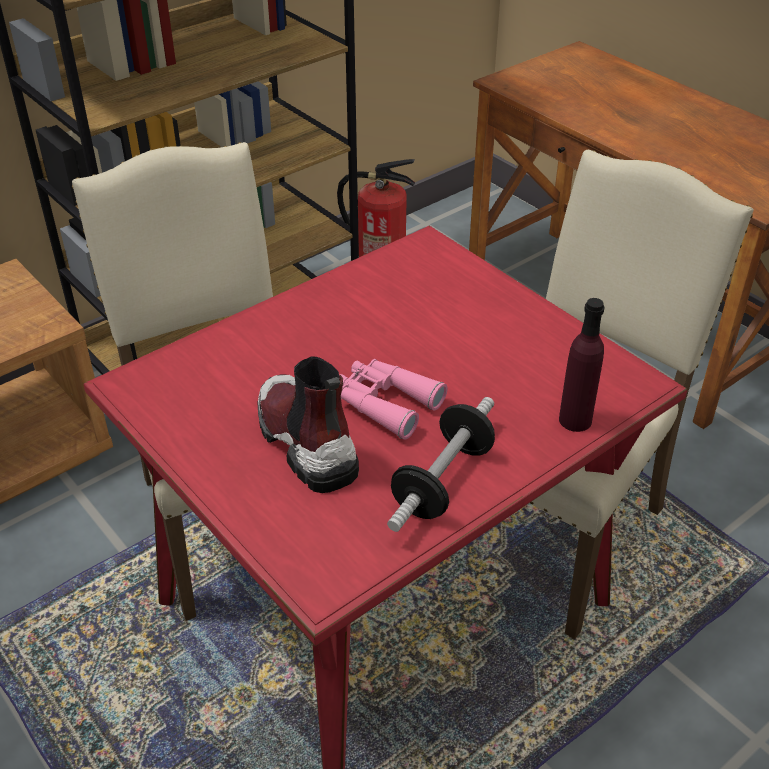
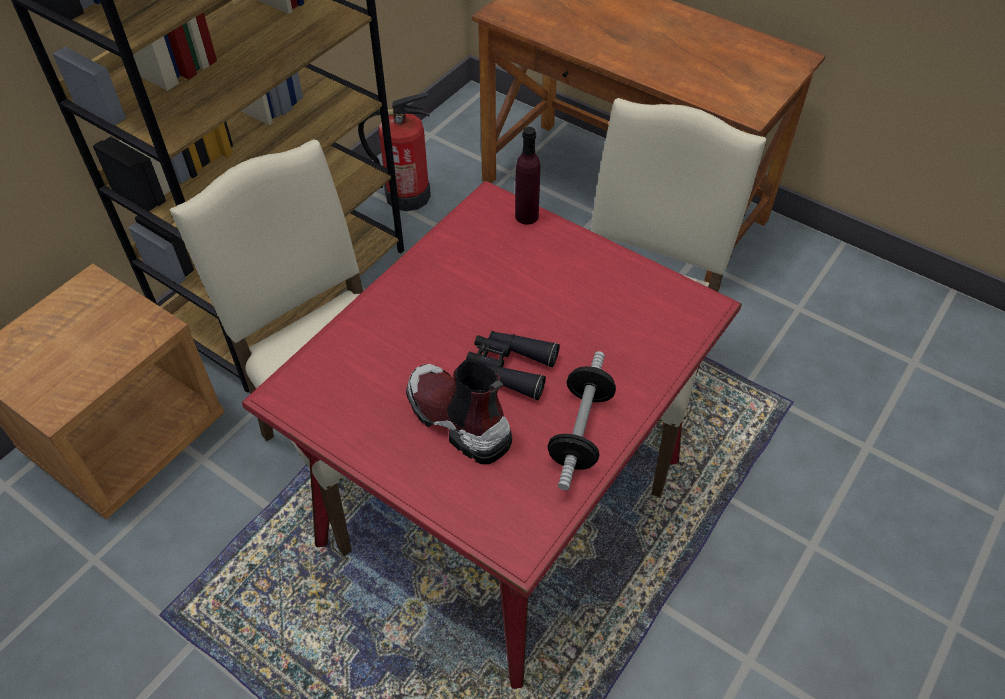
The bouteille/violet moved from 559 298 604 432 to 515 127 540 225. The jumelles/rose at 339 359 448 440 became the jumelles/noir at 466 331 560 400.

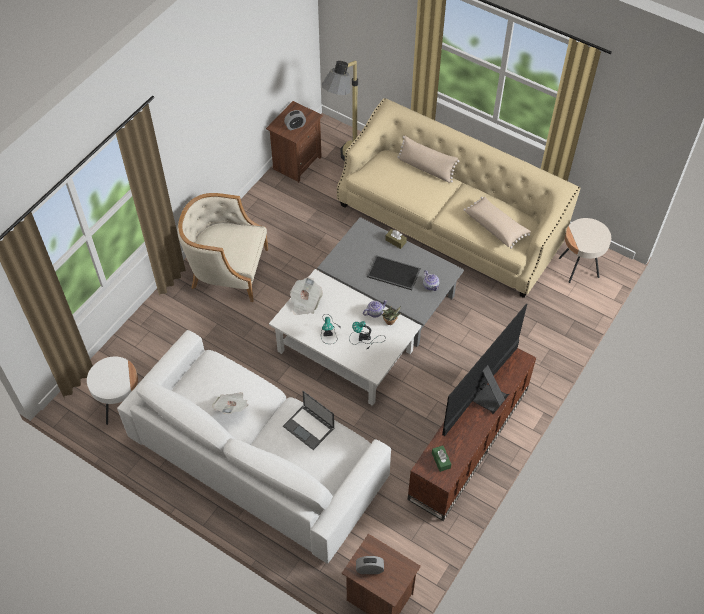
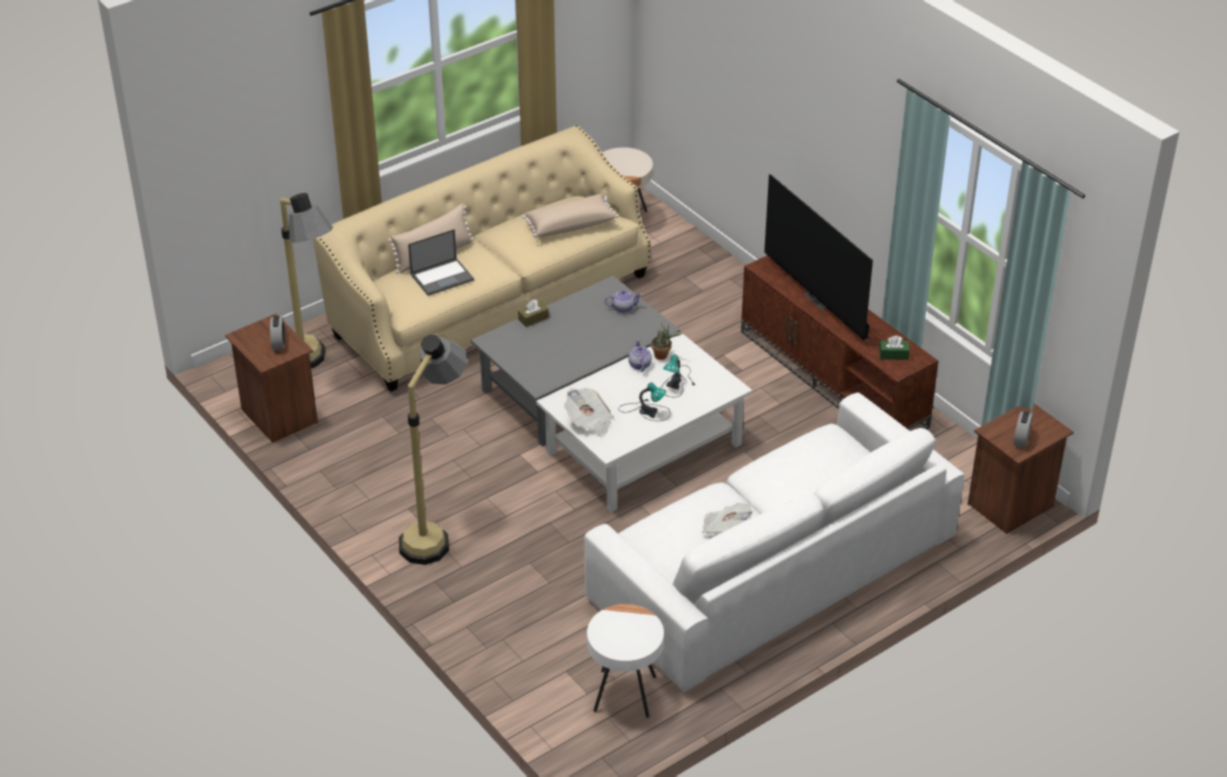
The fauteuil/beige at 177 193 268 302 was replaced by the lampadaire at 399 335 467 565. The plateau at 367 255 421 290 disappeared. The ordinateur portable moved from 283 391 334 450 to 408 229 474 296.

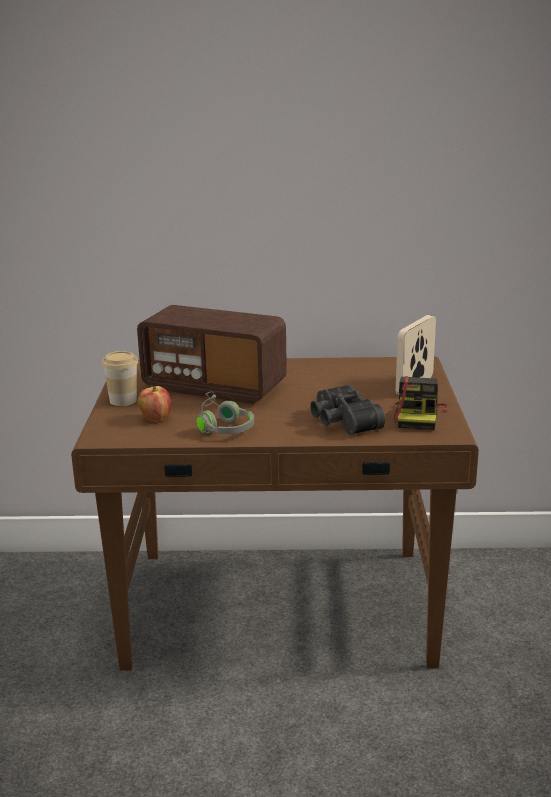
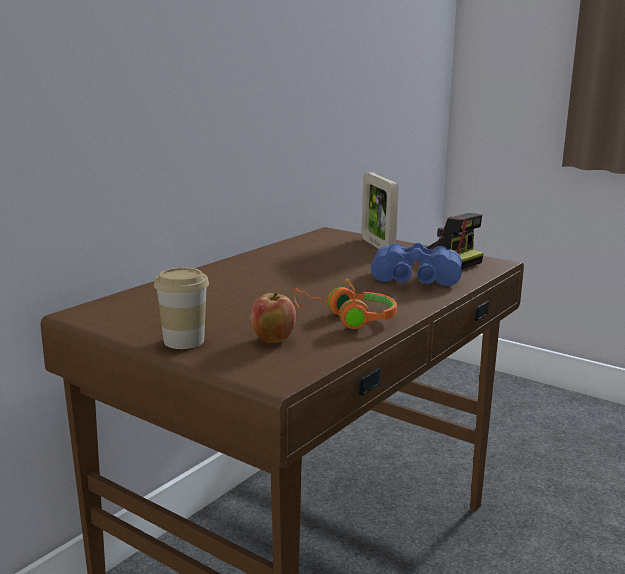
The radio at 137 305 287 404 disappeared. The jumelles/noir at 310 385 385 435 became the jumelles/bleu at 371 242 462 286. The casque audio/gris at 196 391 254 434 became the casque audio/orange at 294 279 397 329.

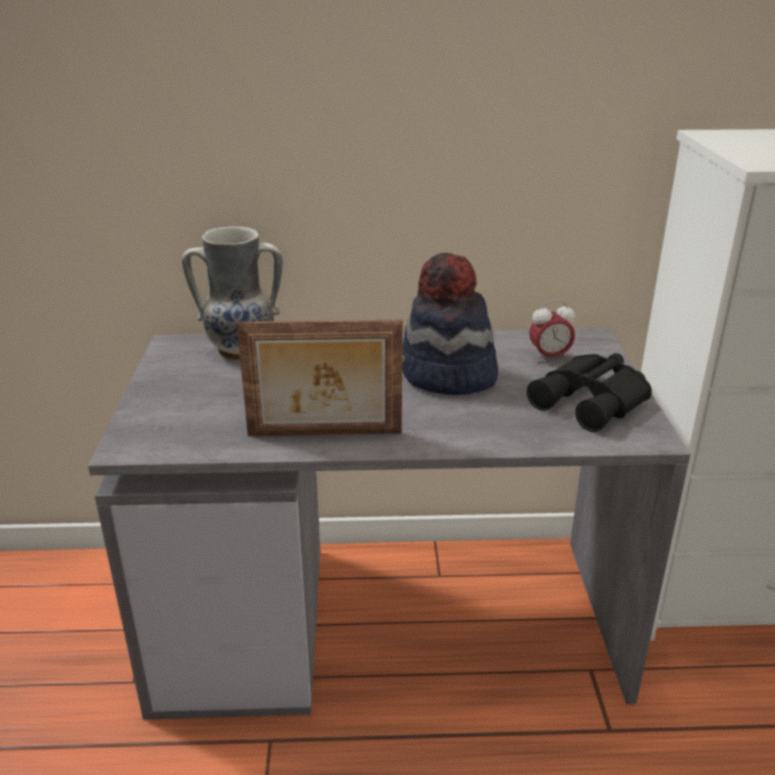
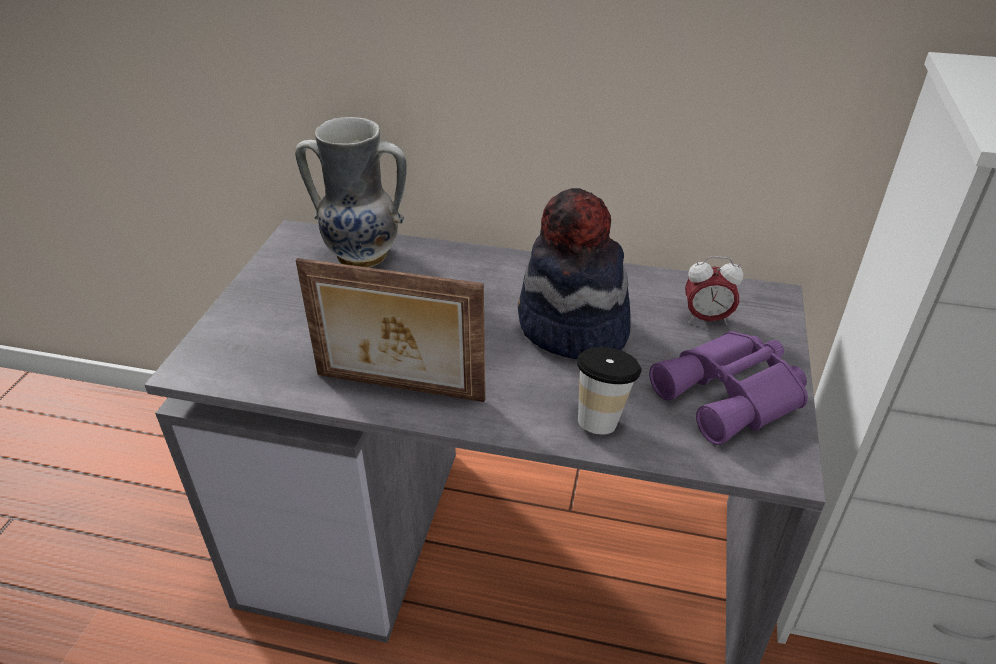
The jumelles/noir at 527 353 652 432 became the jumelles/violet at 649 331 808 445. The tasse at 577 347 641 434 appeared.

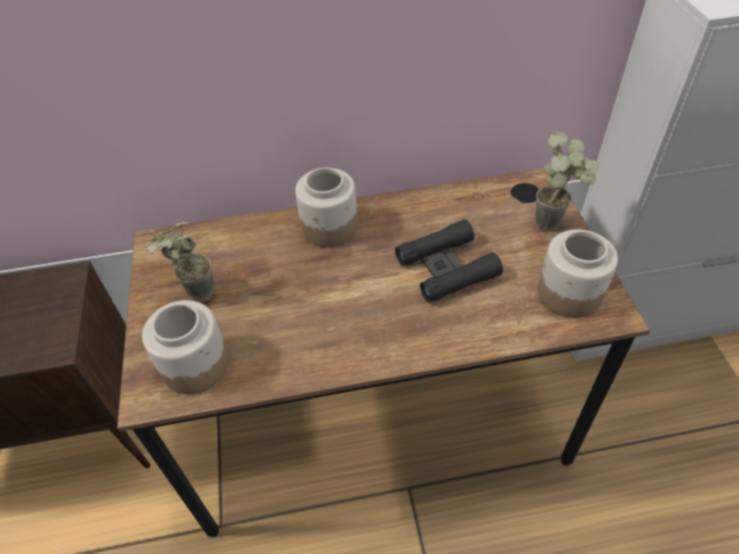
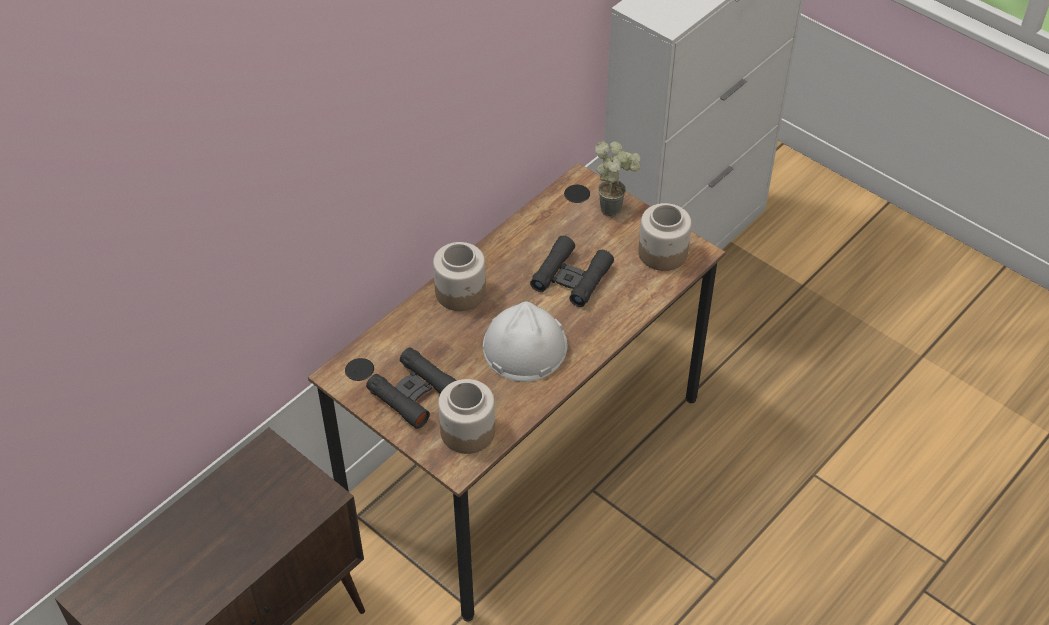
The plante en pot at 141 222 215 302 was replaced by the jumelles/noir at 366 348 457 429. The casque de chantier/blanc at 483 301 567 382 appeared.

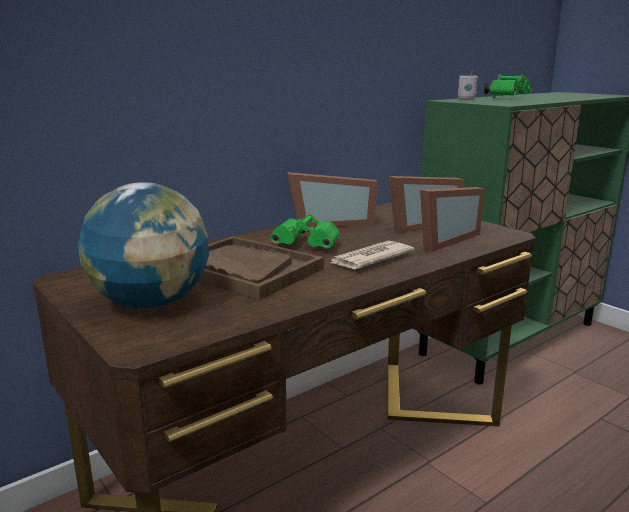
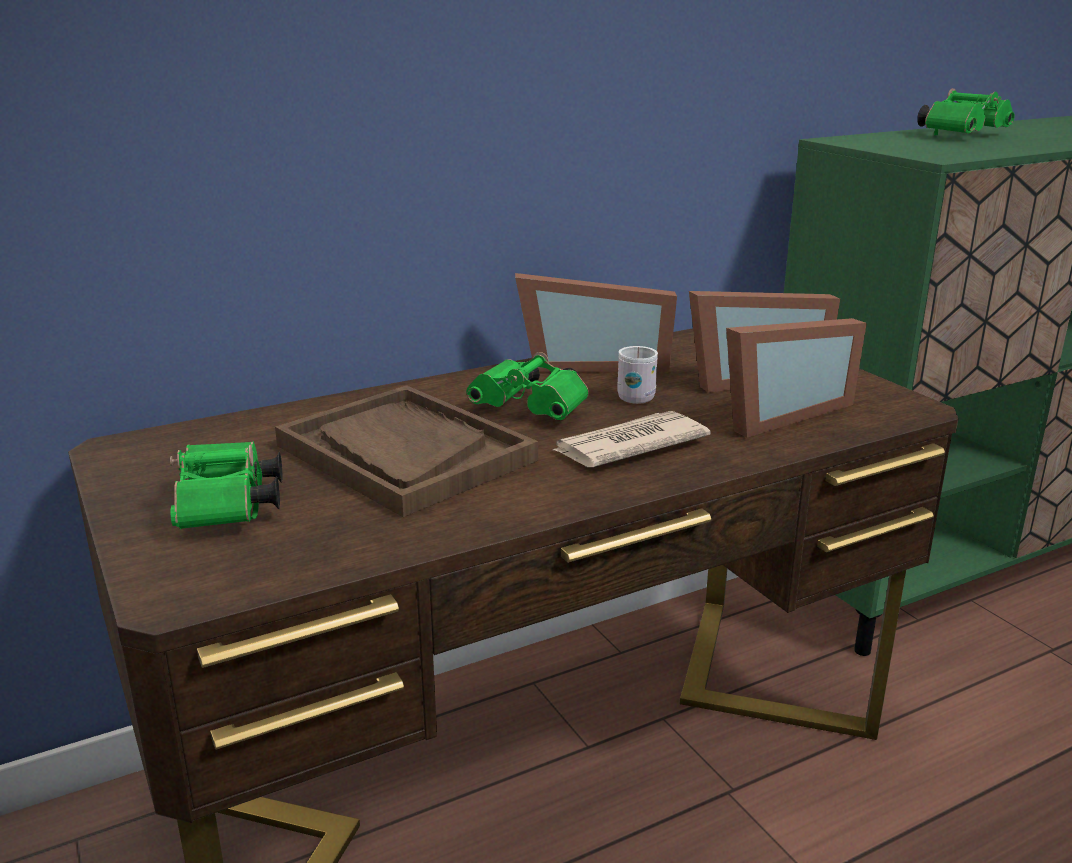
The mug/blanc moved from 458 70 477 100 to 617 346 658 404. The globe at 78 182 209 308 was replaced by the jumelles/vert at 170 442 283 529.

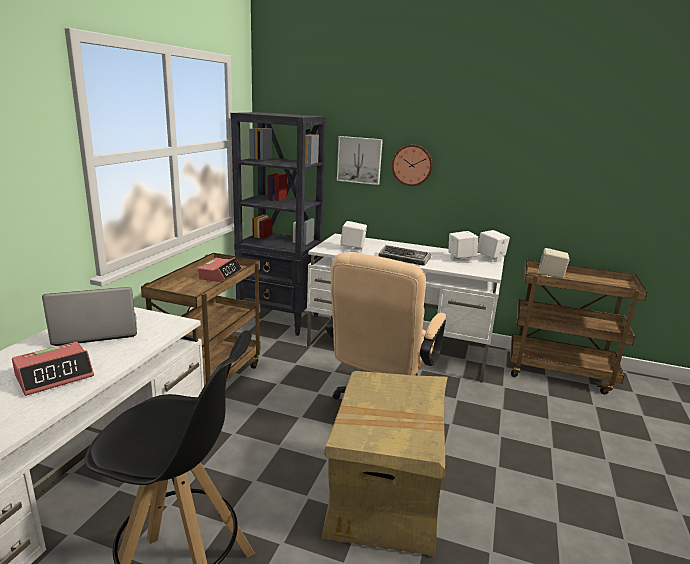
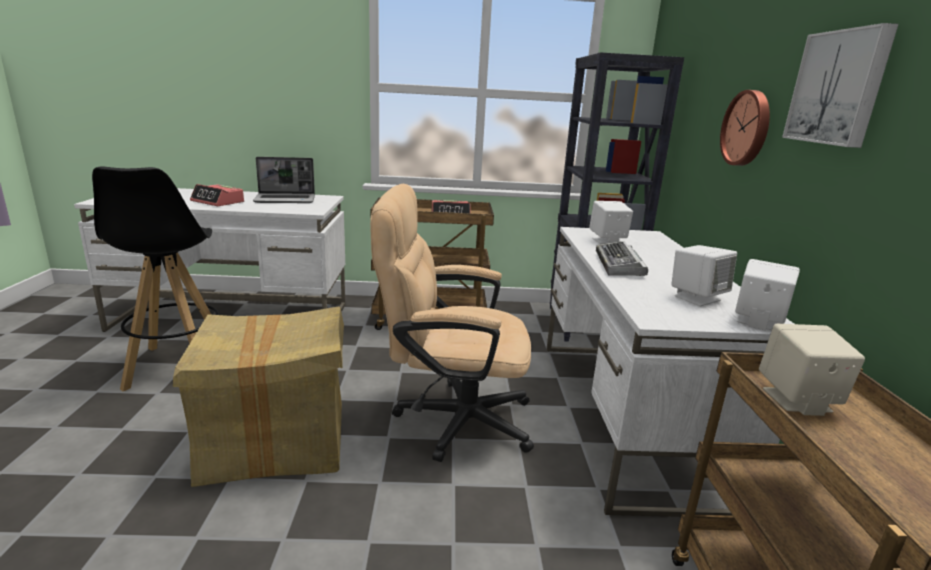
The tableau moved from 337 136 383 185 to 782 23 899 148. The ordinateur portable at 42 287 137 346 turned 120 degrees clockwise.

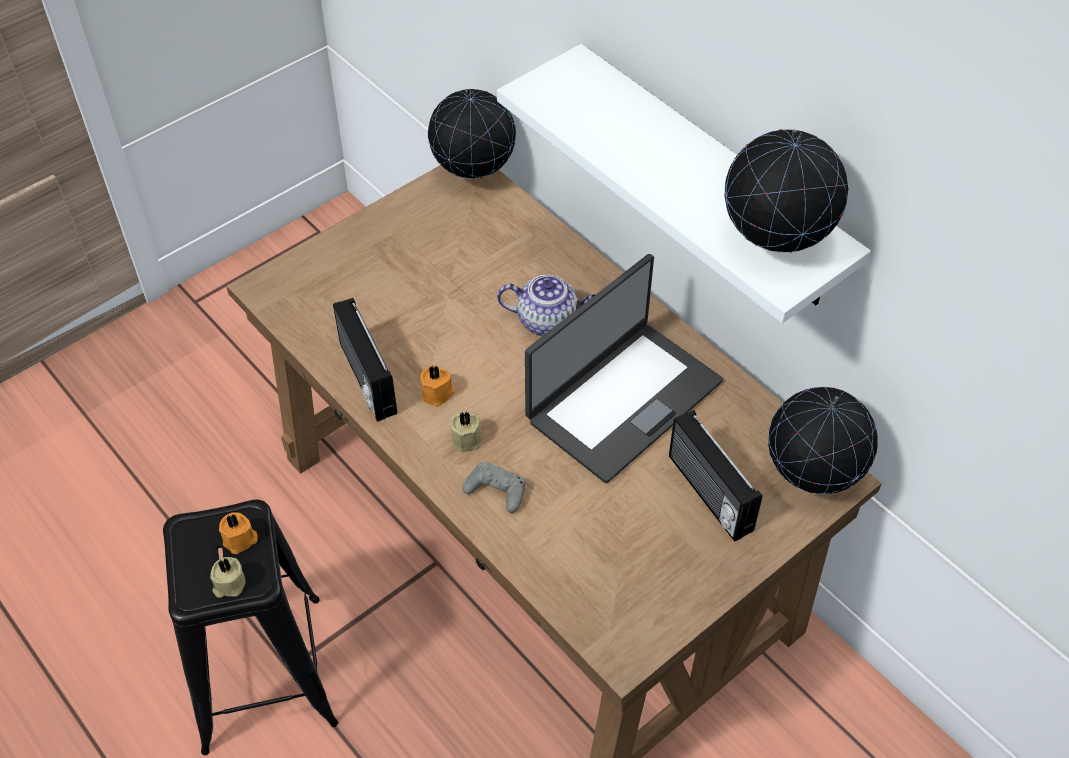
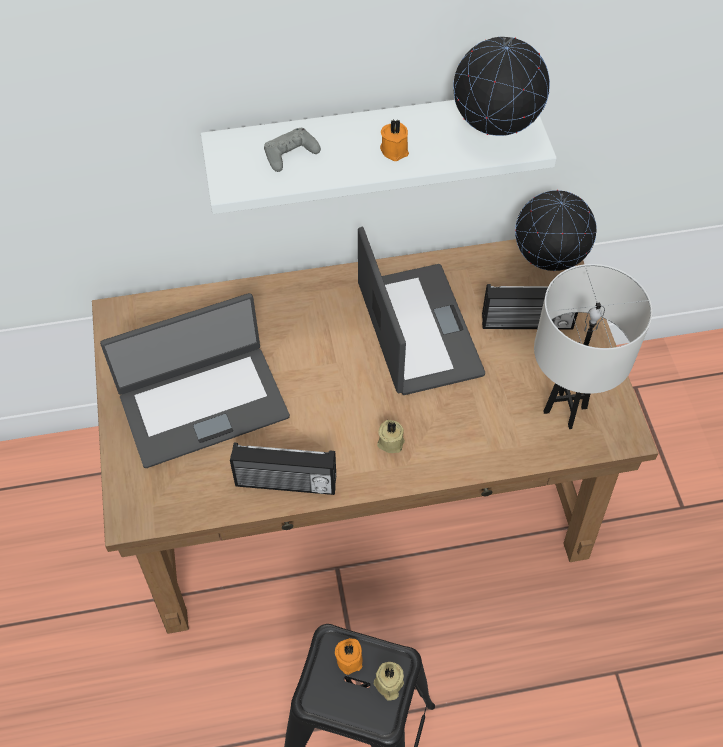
The globe at 428 89 516 179 disappeared. The théière at 497 274 595 336 disappeared. The bougie/orange moved from 420 365 455 407 to 380 119 409 161. The manette/gris moved from 462 462 525 513 to 264 128 321 172. The lampe de table/blanc at 534 264 652 429 appeared. The ordinateur portable at 100 293 290 468 appeared.

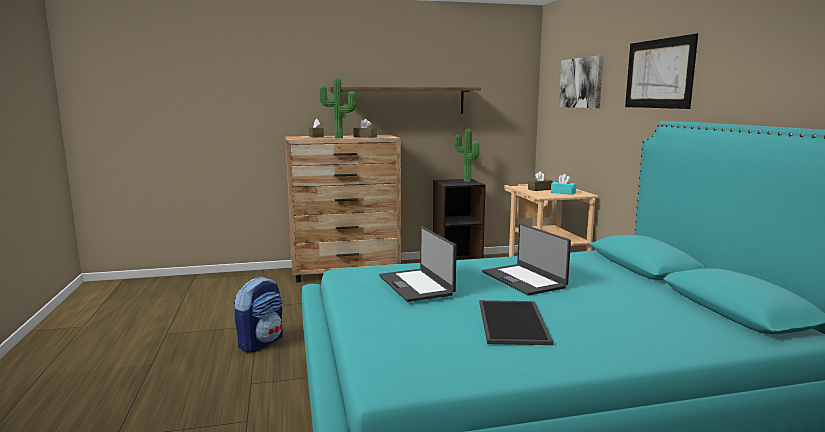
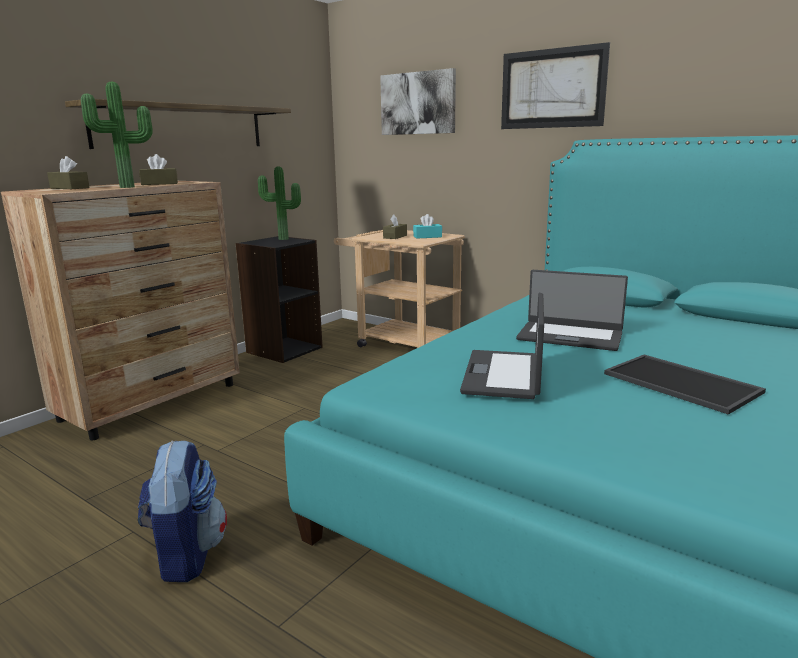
The ordinateur portable at 379 226 457 302 turned 75 degrees clockwise.

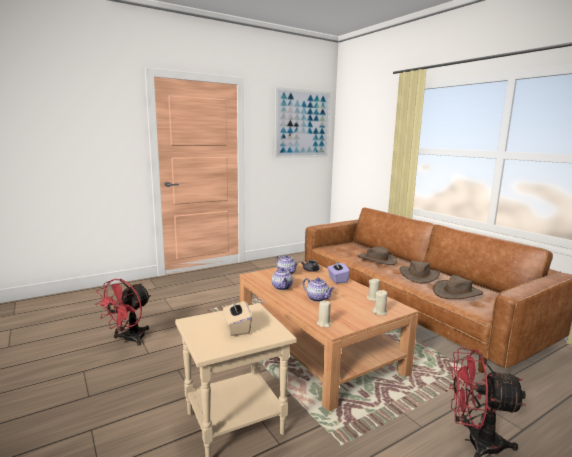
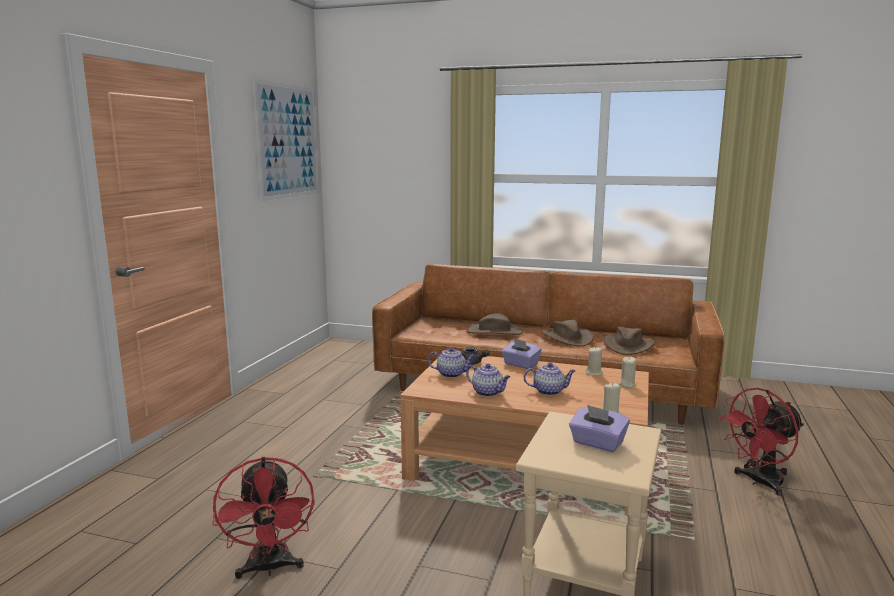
The boîte à mouchoirs/beige at 223 299 252 336 became the boîte à mouchoirs/violet at 569 405 630 452.

